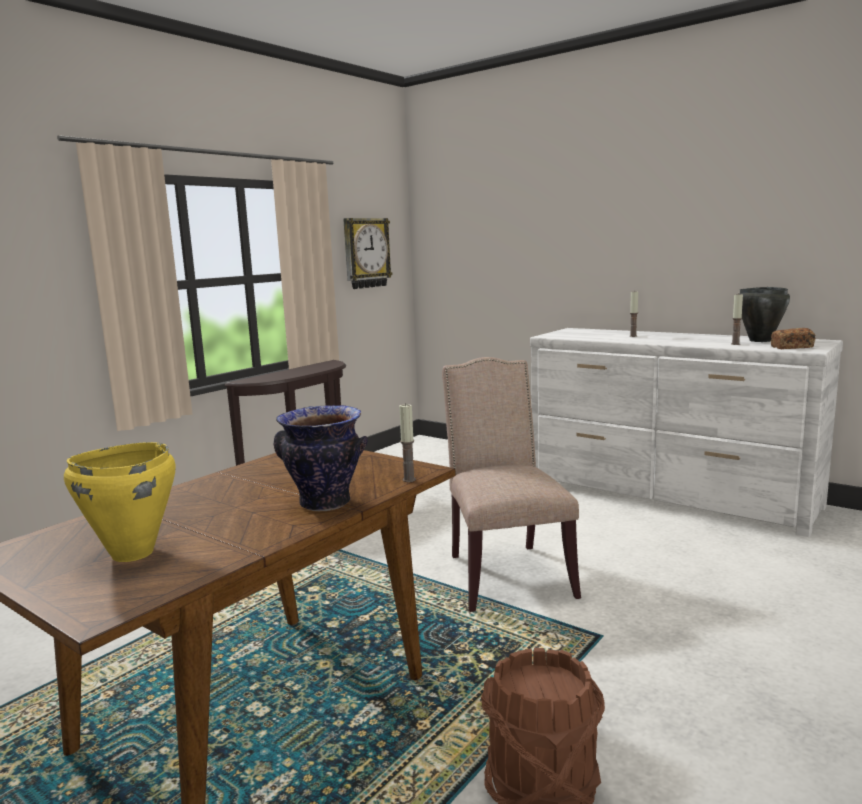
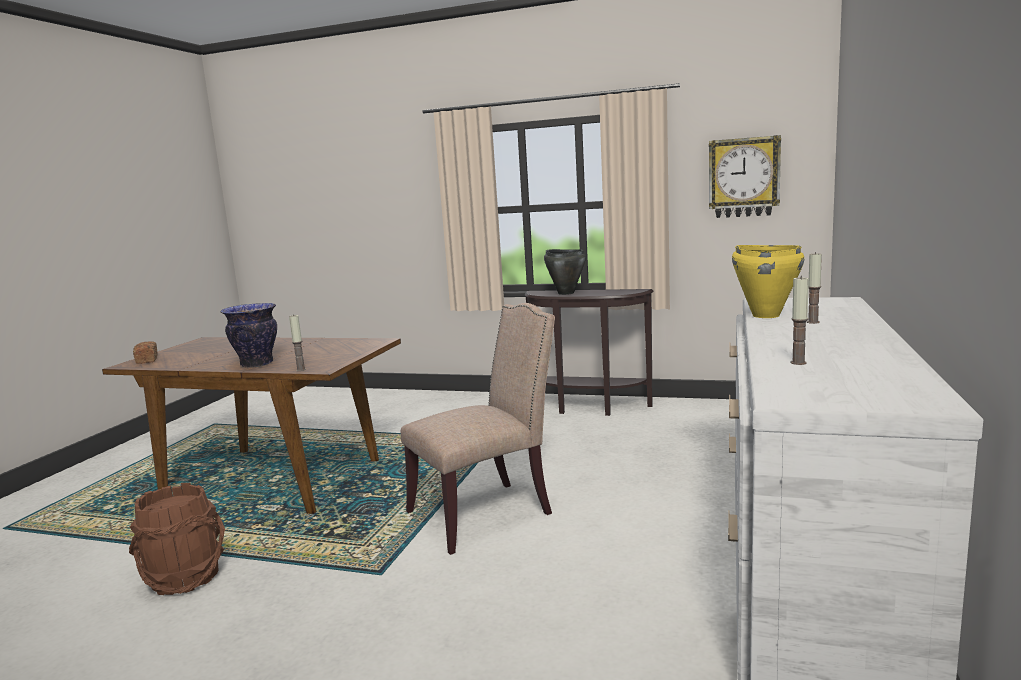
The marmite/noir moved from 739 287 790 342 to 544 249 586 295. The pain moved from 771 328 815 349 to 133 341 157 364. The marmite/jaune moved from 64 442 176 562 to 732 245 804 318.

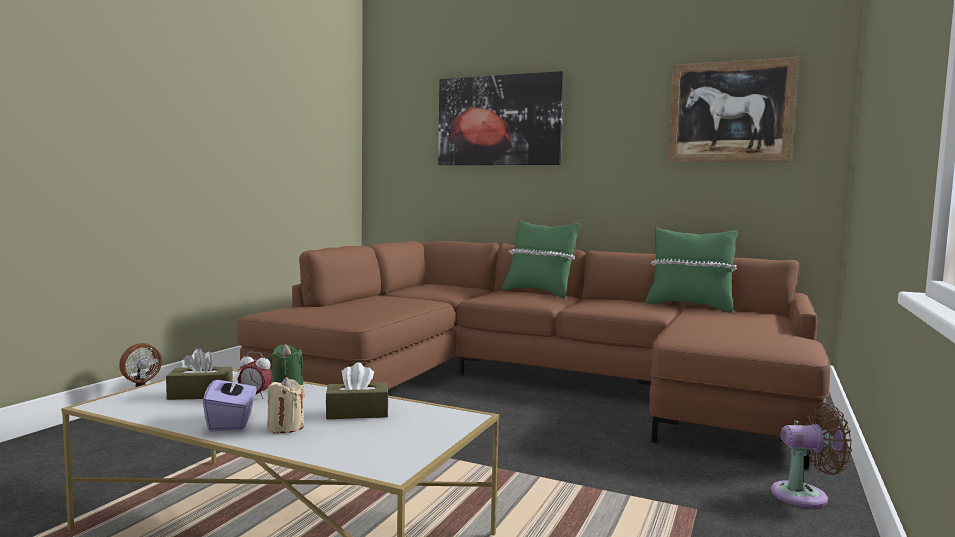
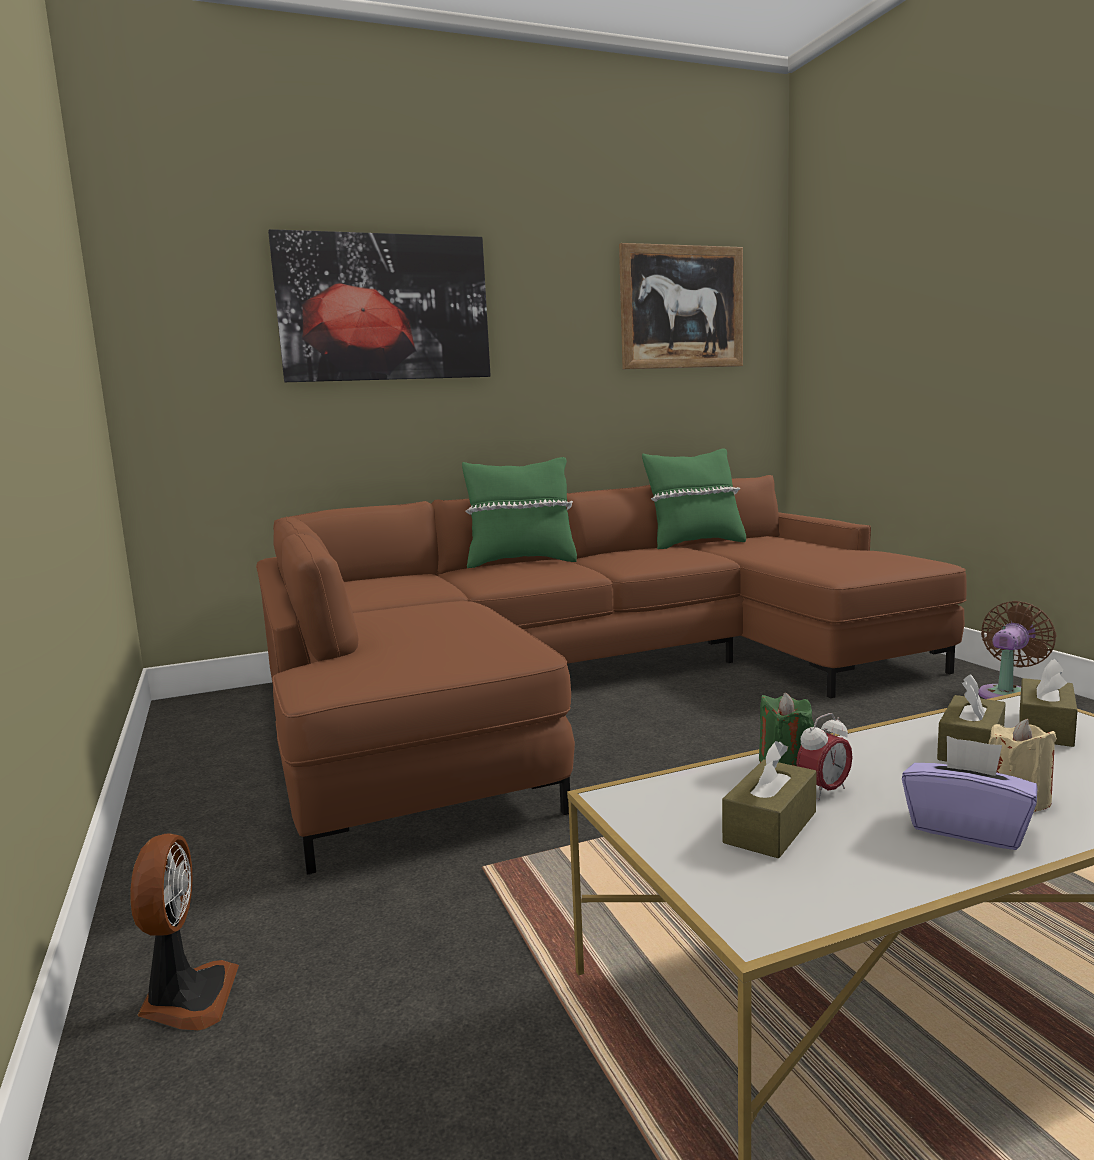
The boîte à mouchoirs/marron at 1019 658 1078 747 appeared.

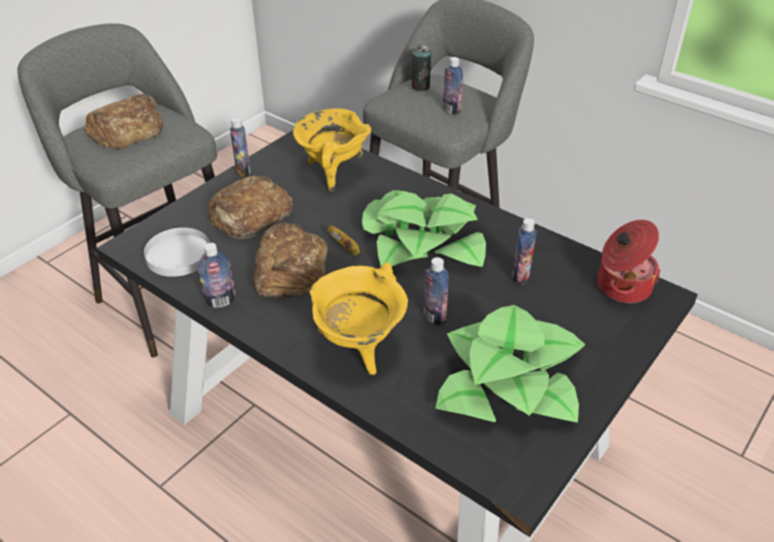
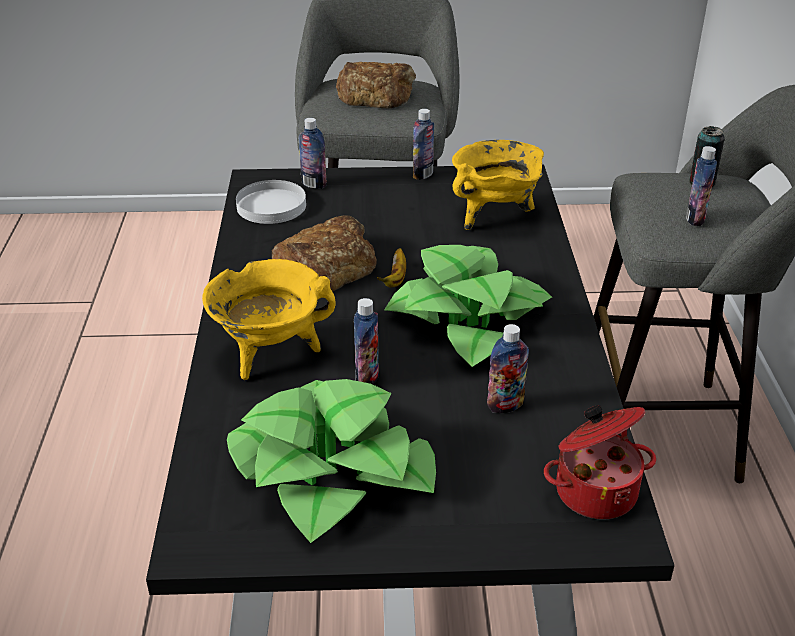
The pain at 207 175 293 239 disappeared. The bouteille moved from 198 243 235 308 to 299 118 327 189.

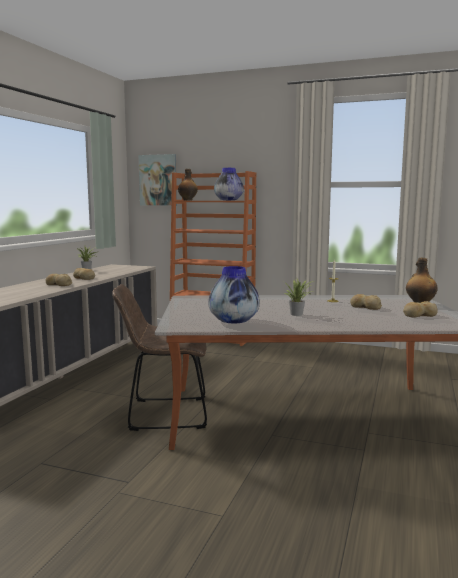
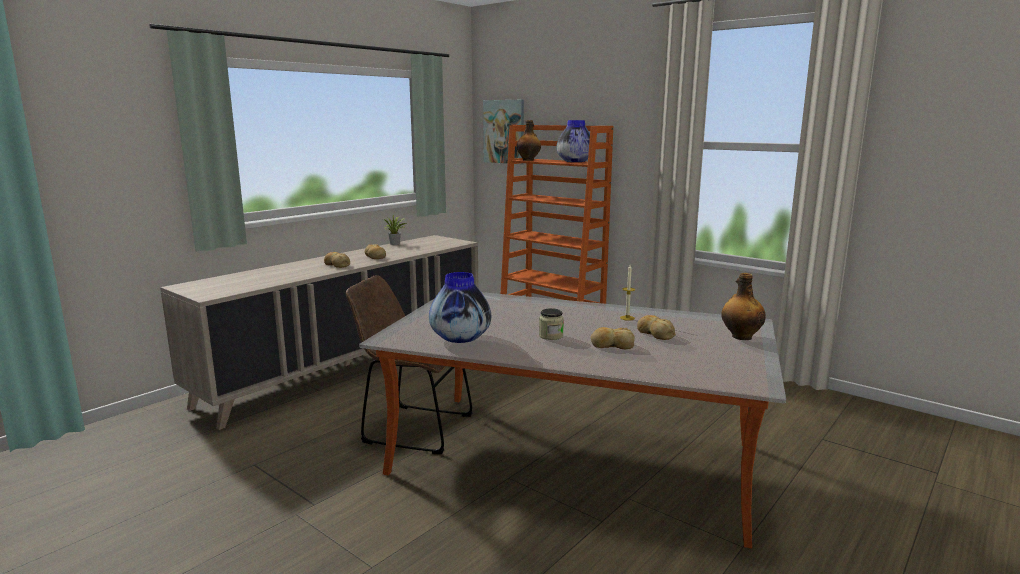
The plante en pot at 282 279 316 316 was replaced by the bocal at 539 308 564 340. The pain moved from 403 301 438 317 to 590 327 635 349.

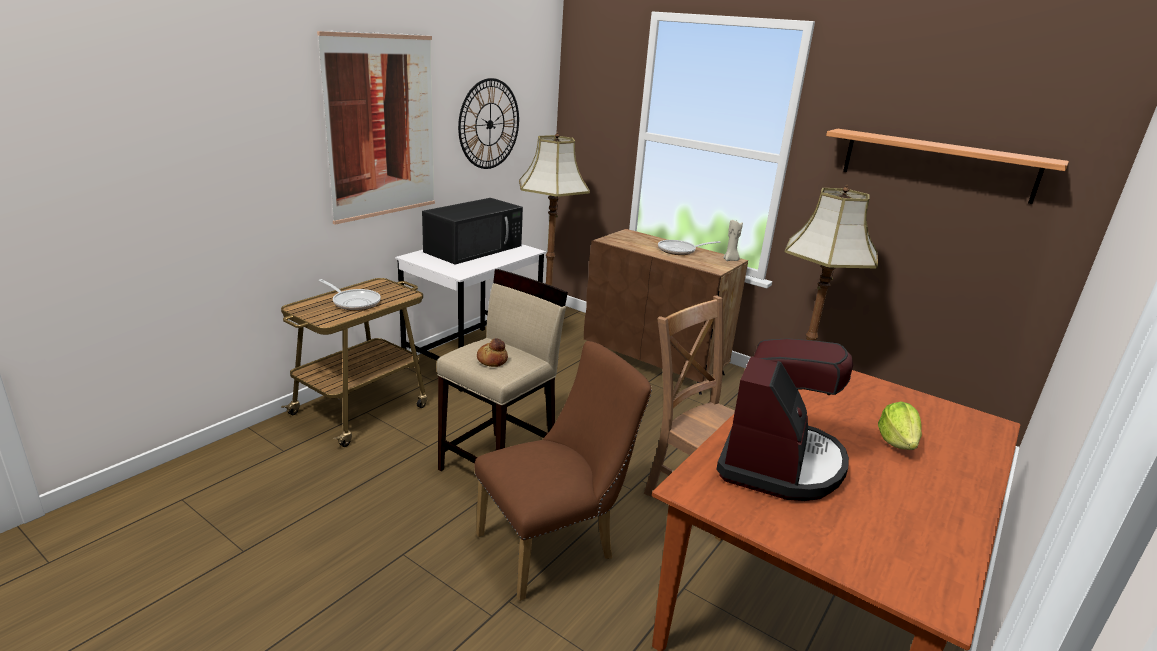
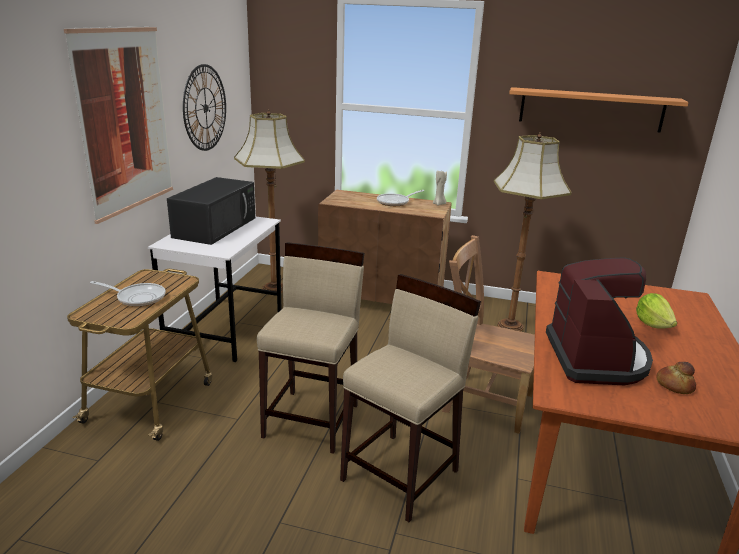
The pain moved from 477 338 508 367 to 656 362 696 394. The chaise/marron at 475 341 652 601 was replaced by the tabouret/beige at 340 274 481 522.

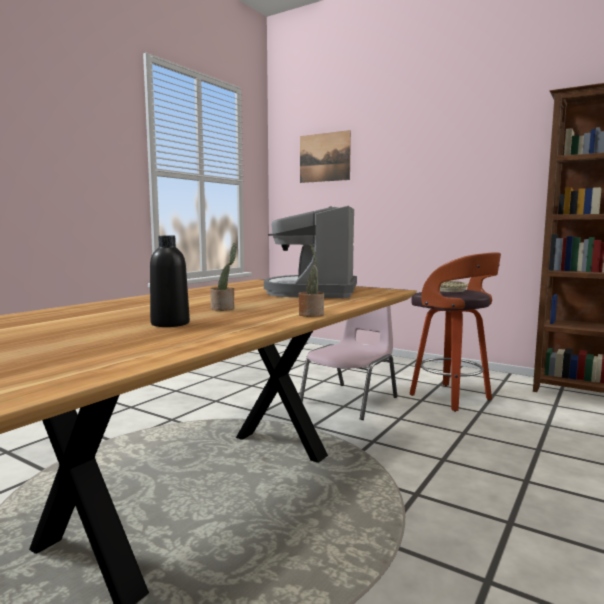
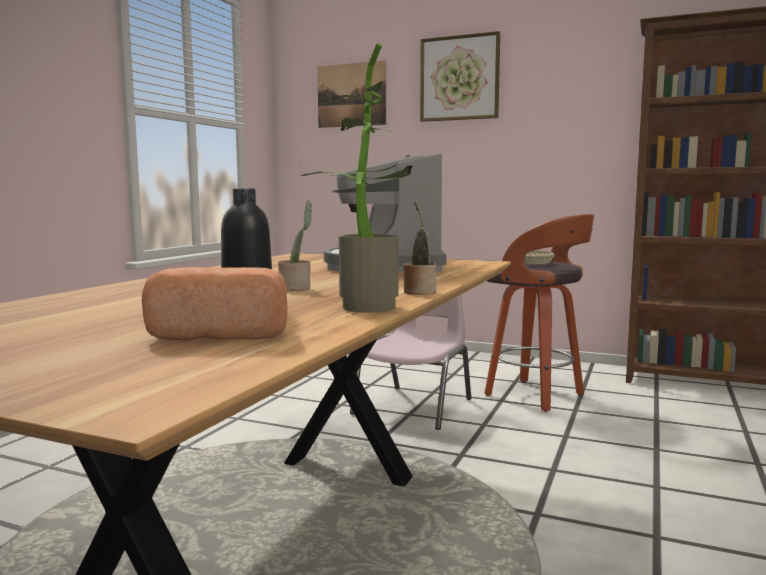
The tableau at 420 31 500 122 appeared. The plante en pot at 301 43 413 313 appeared. The pain at 142 267 287 340 appeared.

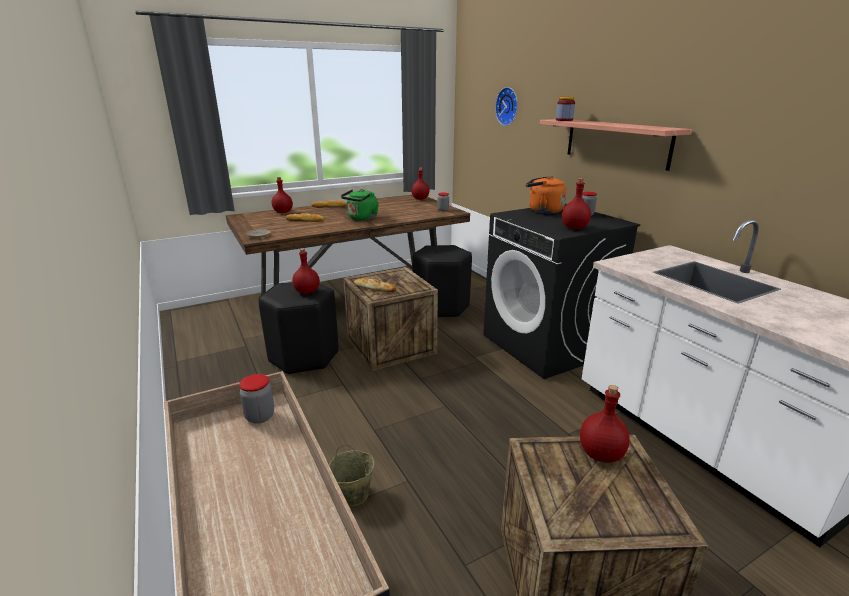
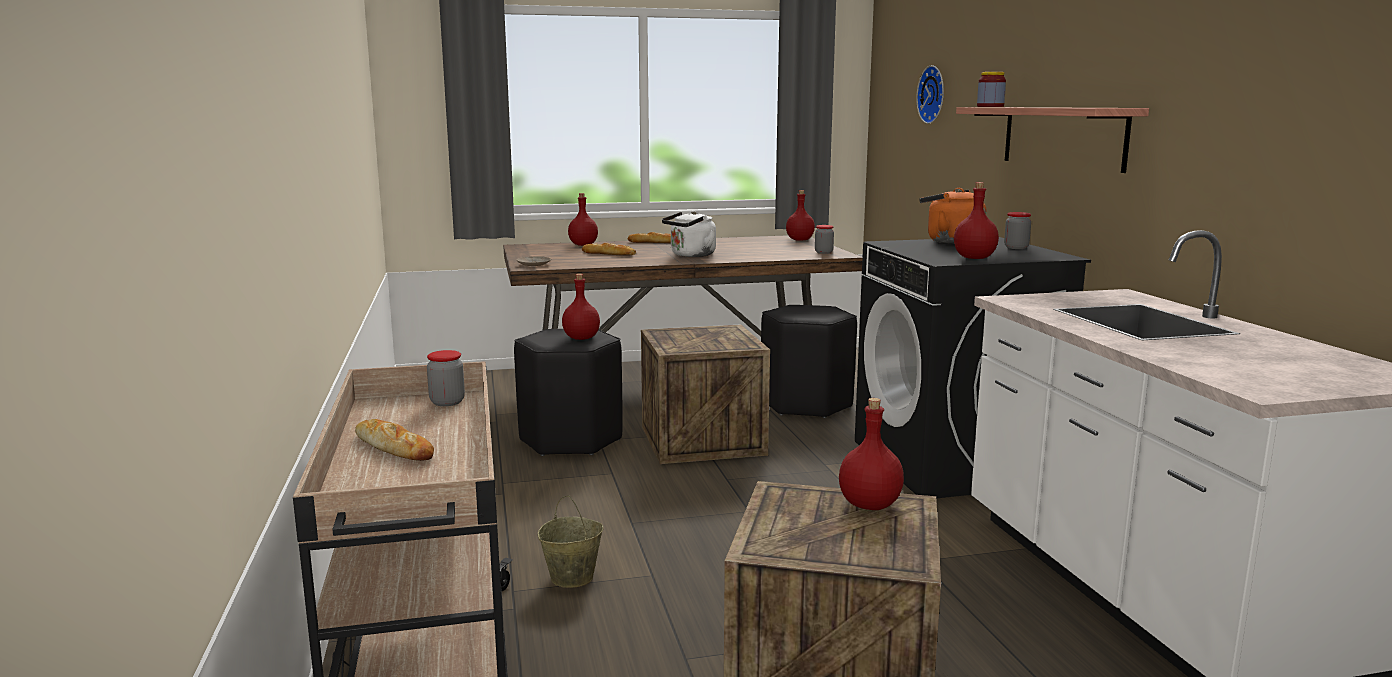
The bouilloire/vert at 341 189 379 220 became the bouilloire/blanc at 662 211 716 257. The pain moved from 354 278 396 292 to 355 419 434 461.

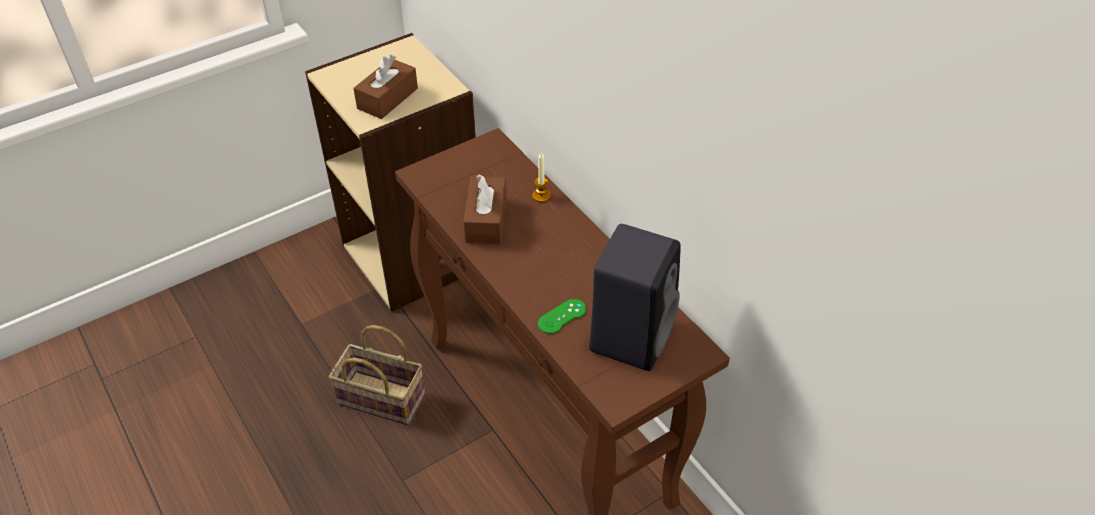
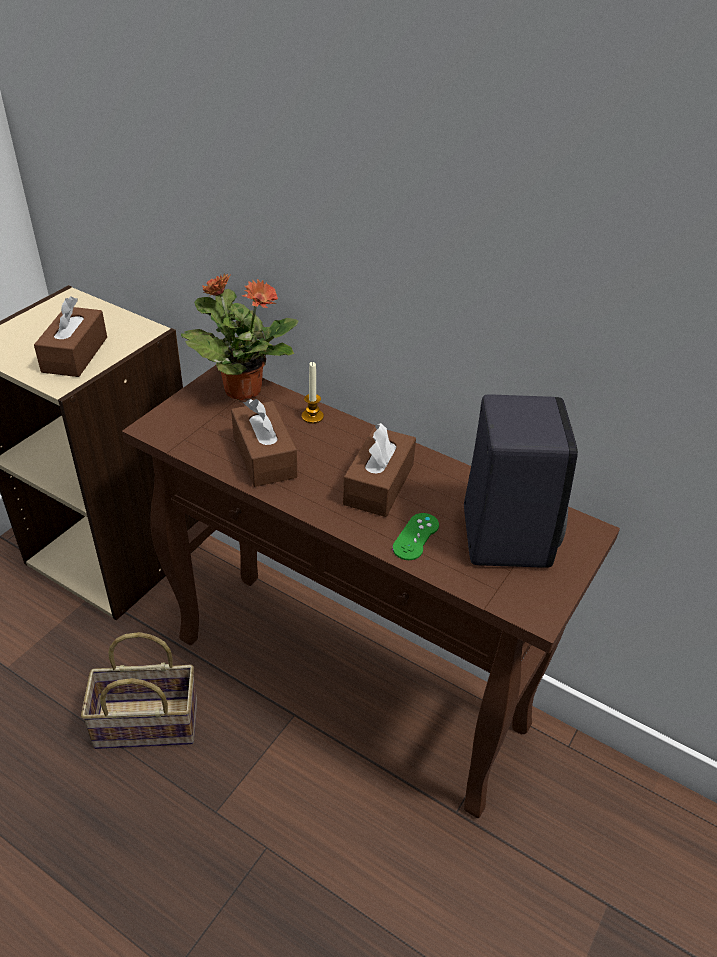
The plante en pot at 181 273 299 401 appeared. The boîte à mouchoirs/marron at 343 423 416 517 appeared.

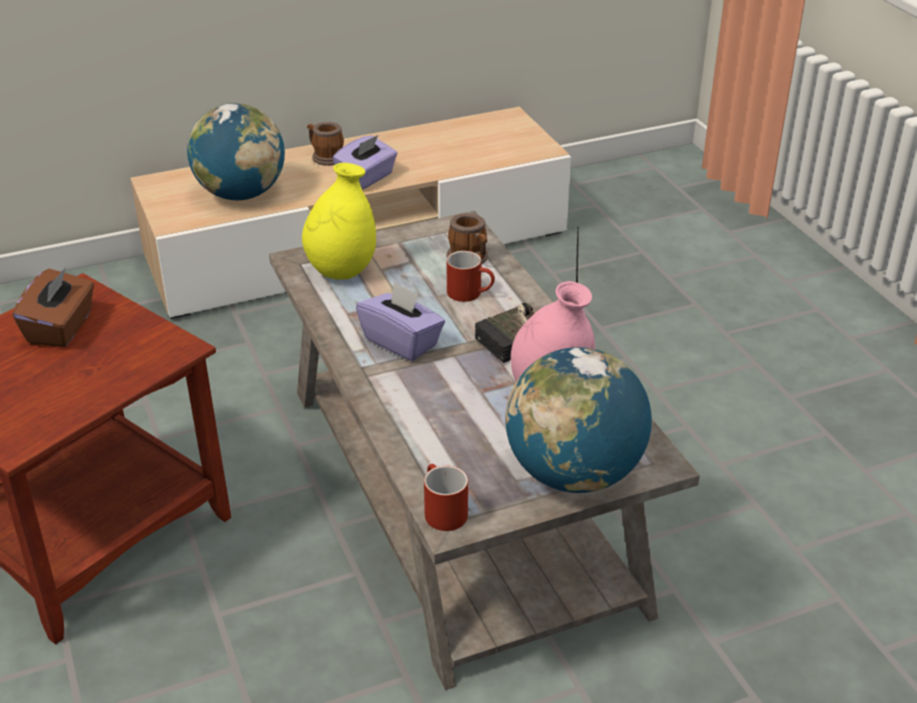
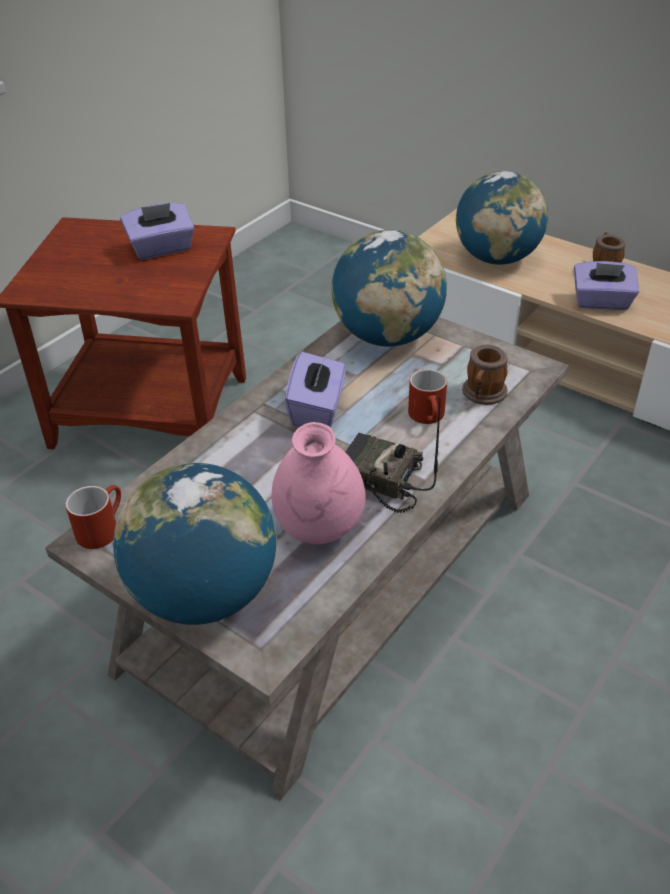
The vase/jaune at 302 163 376 279 was replaced by the globe at 332 230 447 347. The boîte à mouchoirs/marron at 13 267 94 347 became the boîte à mouchoirs/violet at 120 203 195 260.

